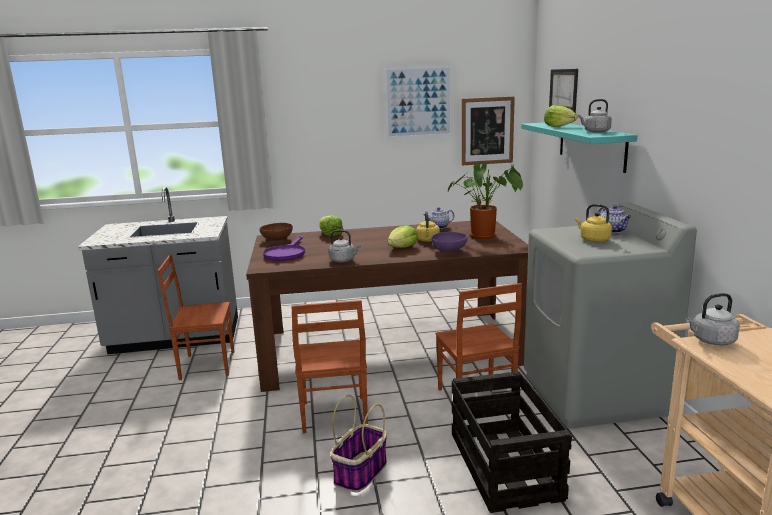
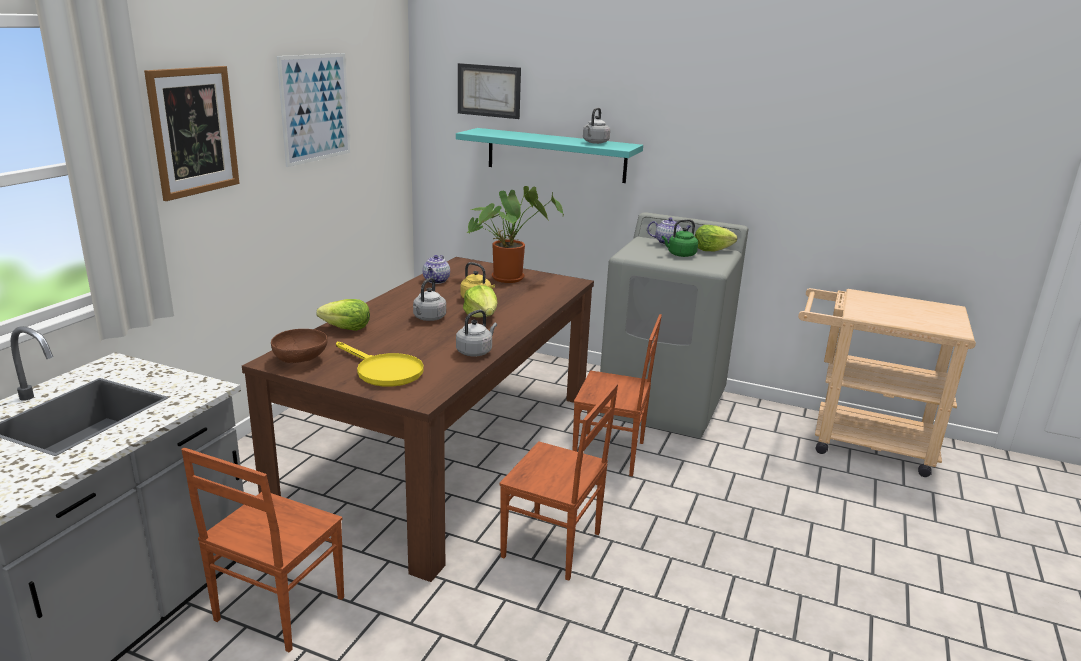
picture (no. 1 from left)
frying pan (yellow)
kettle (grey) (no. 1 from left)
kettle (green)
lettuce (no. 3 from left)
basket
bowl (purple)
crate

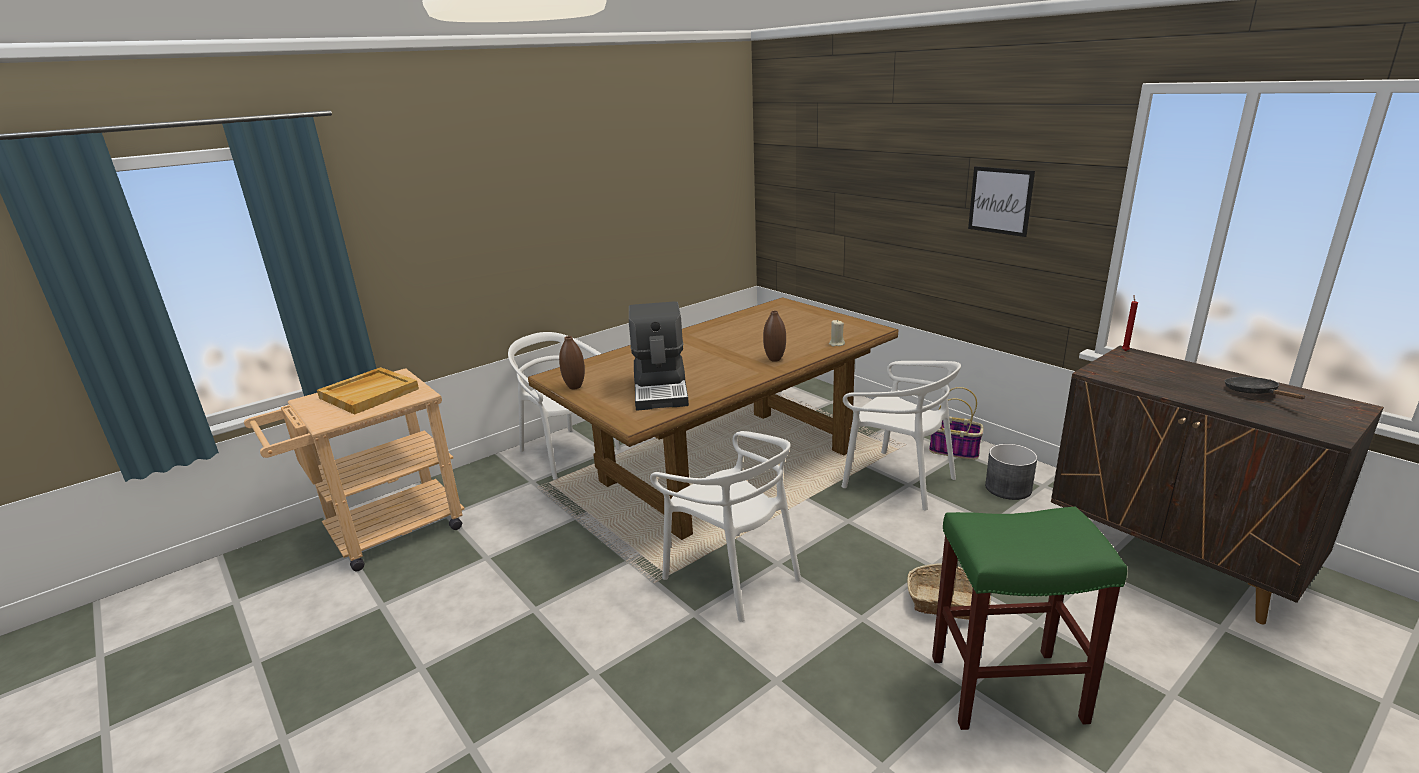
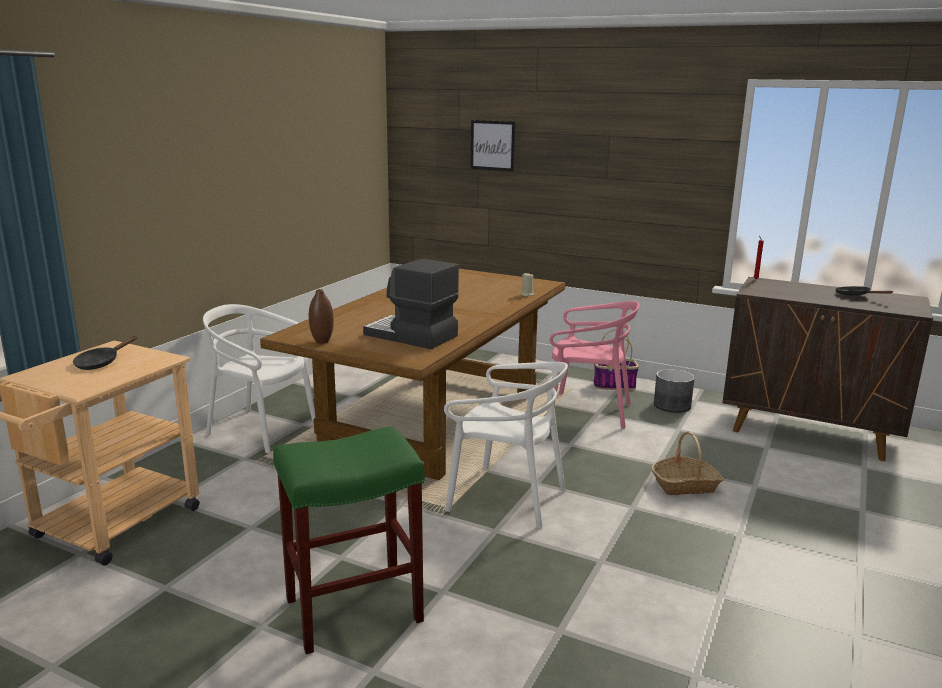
frying pan (black) (no. 1 from left)
stool (green)
coffee machine
picture
chair (pink)
vase (brown) (no. 2 from left in the first image)

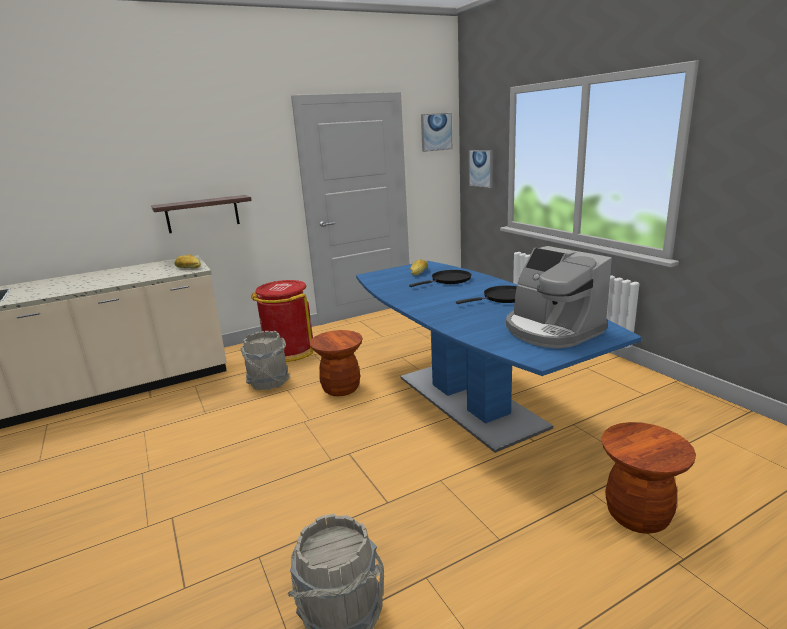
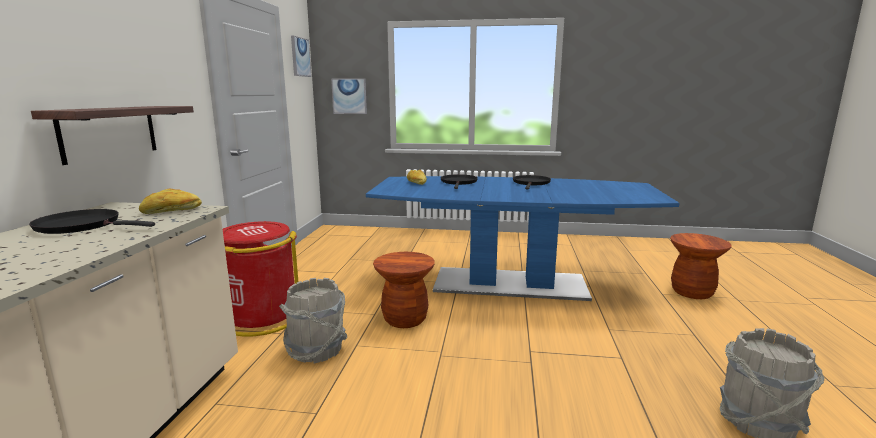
frying pan (black) (no. 1 from left)
coffee machine

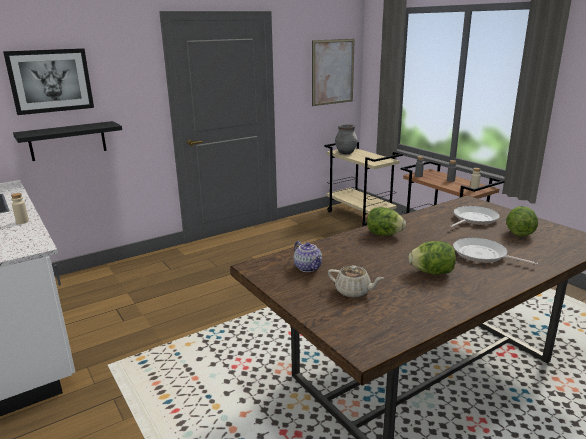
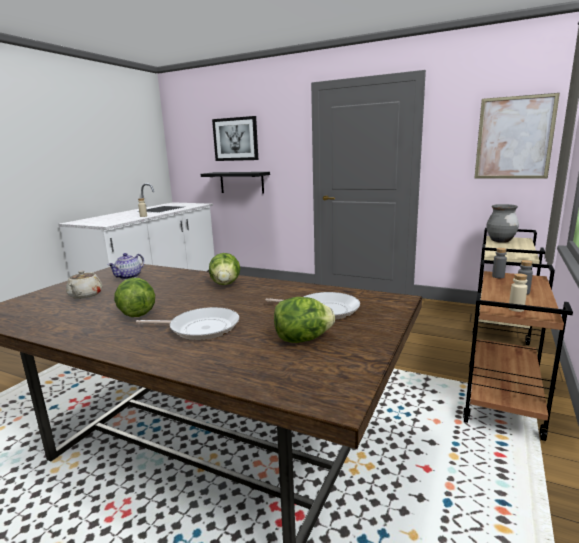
frying pan (no. 1 from left)

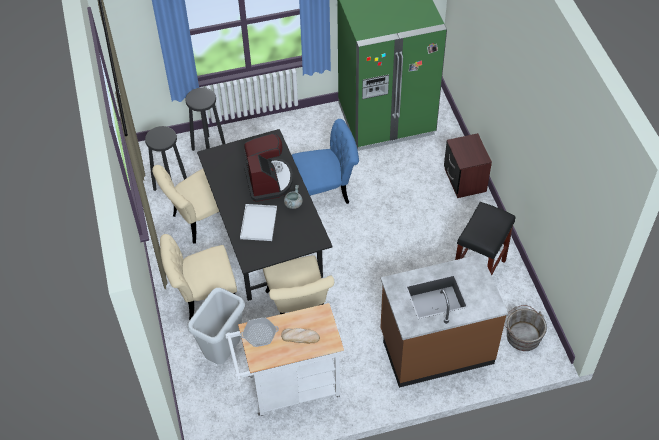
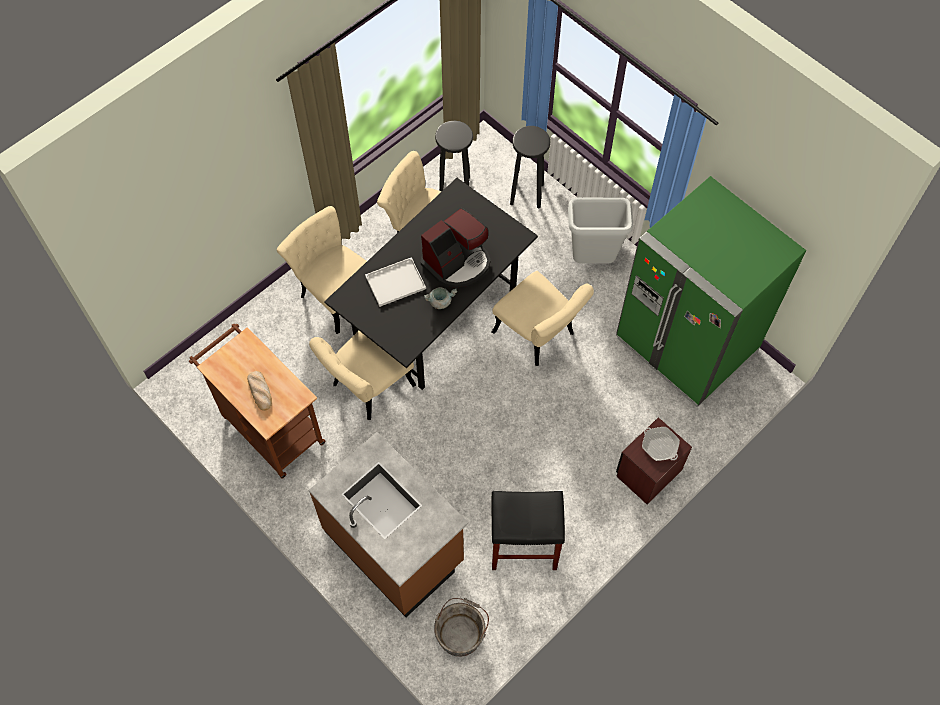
cart (brown)
chair (beige) (no. 4 from left)
trash can (grey)
frying pan

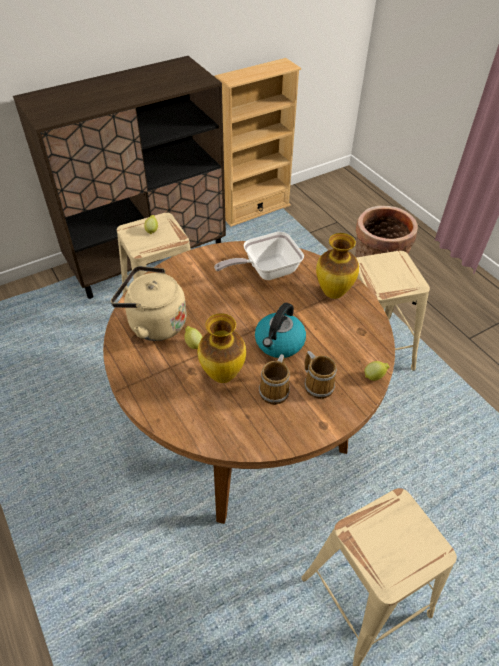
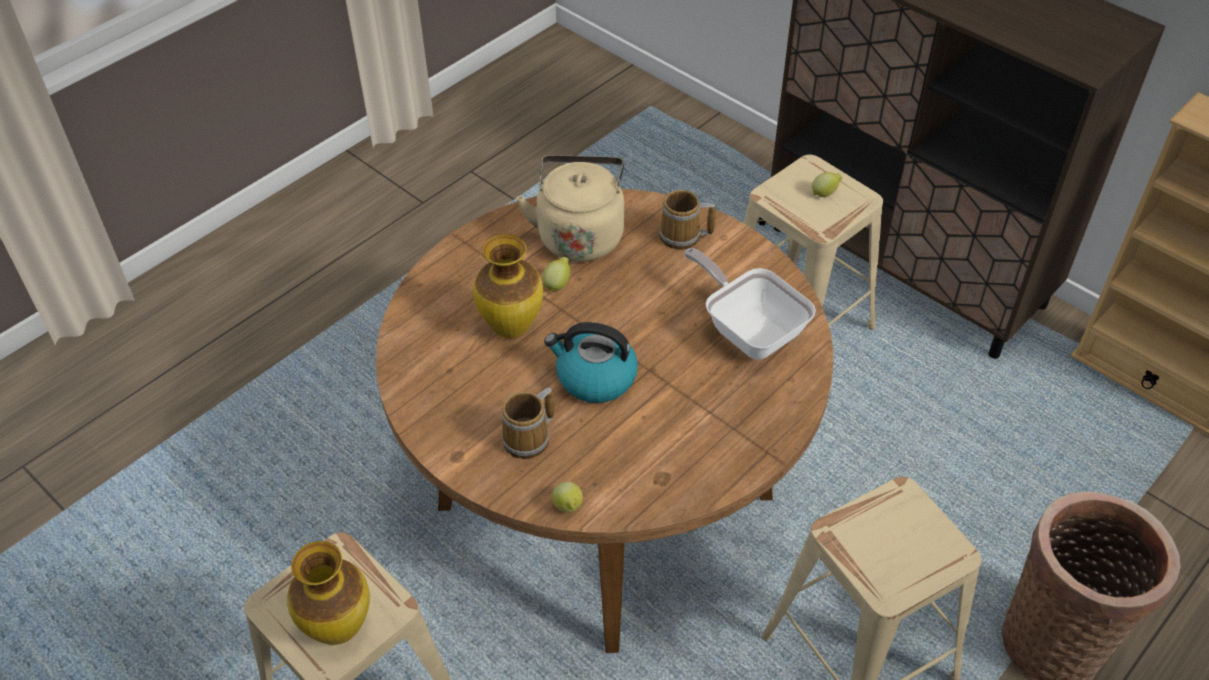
vase (no. 1 from left)
mug (no. 2 from left)

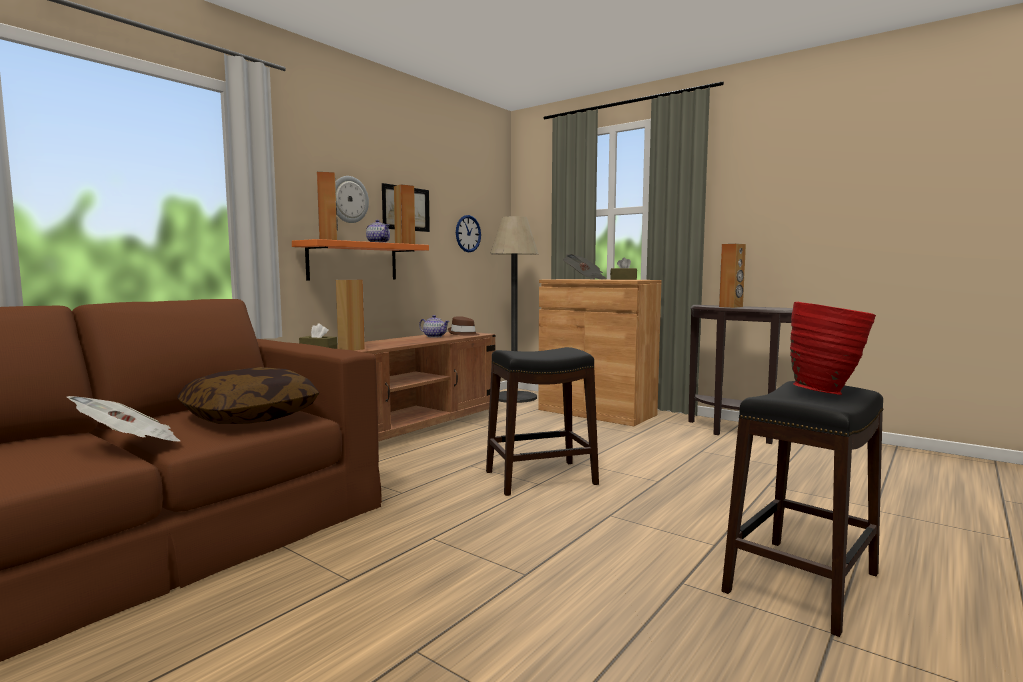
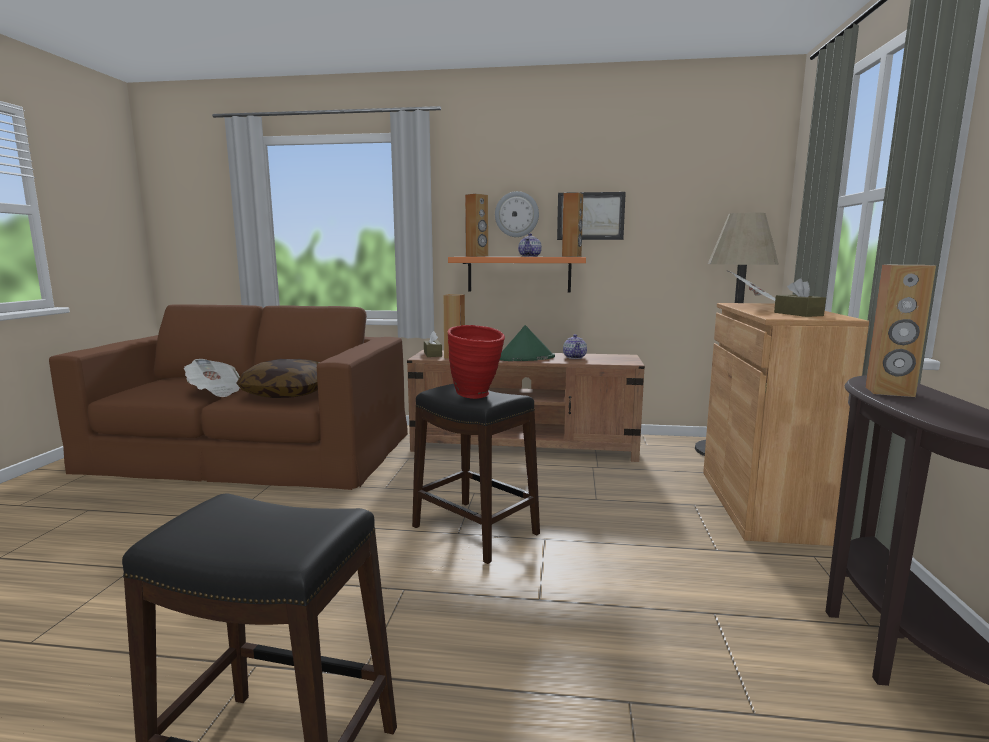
vase (red)
hat (green)
hat (brown)
wall clock (no. 2 from left in the first image)

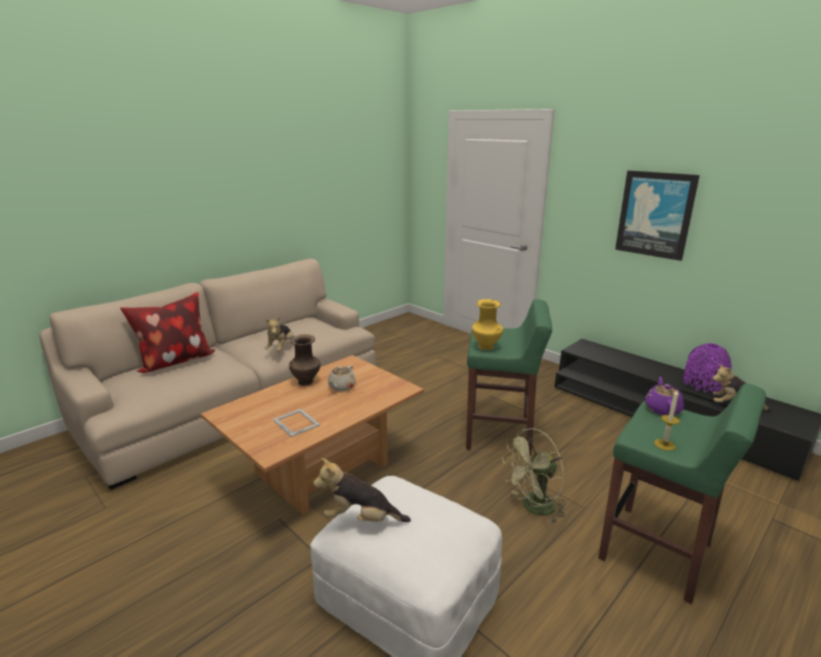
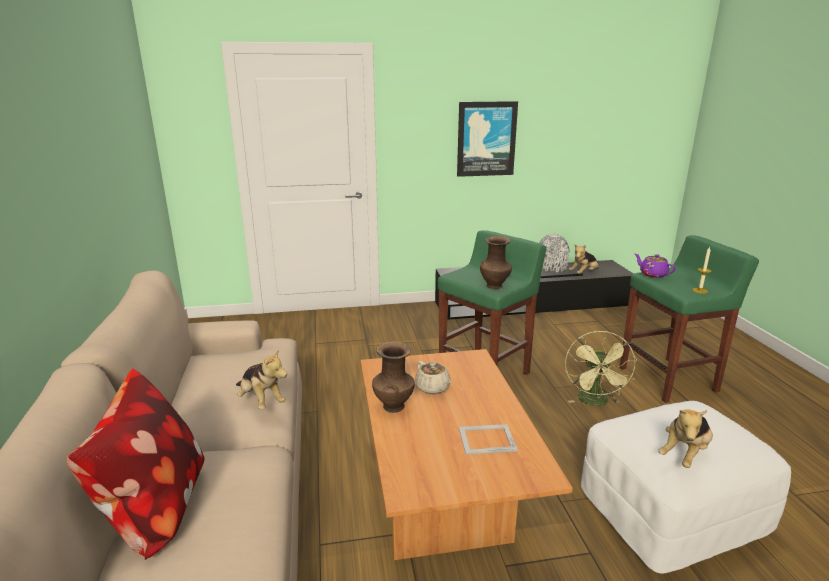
vase (brown) (no. 2 from left)
vase (grey)

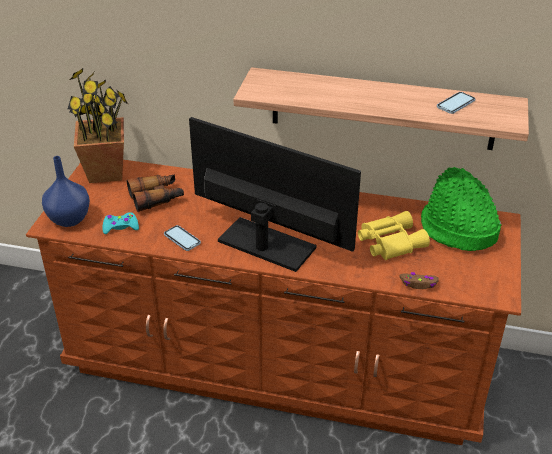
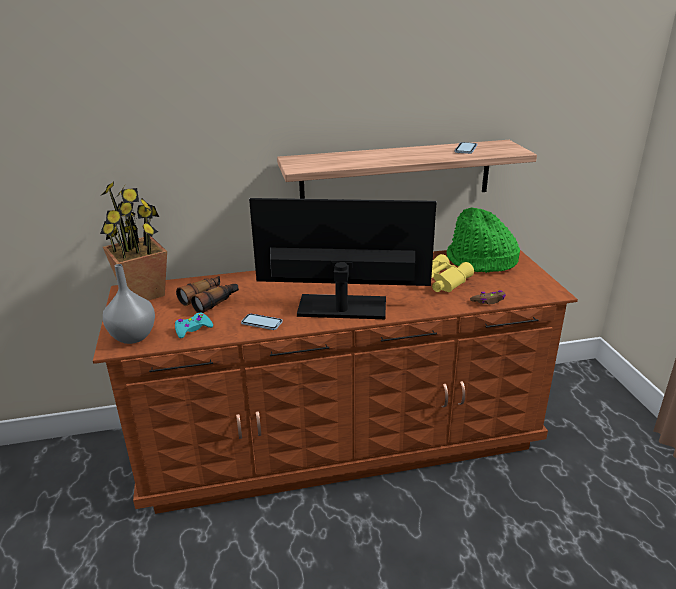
vase (grey)

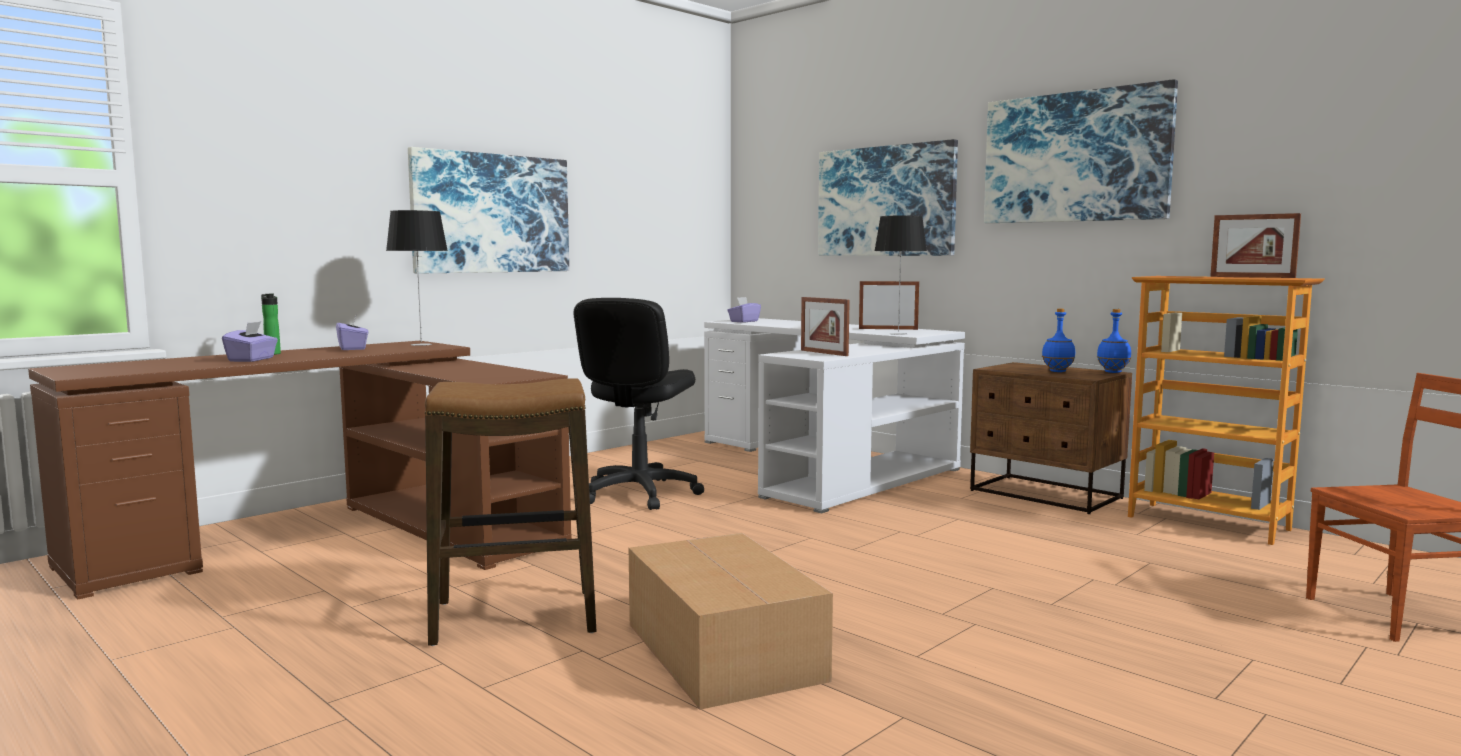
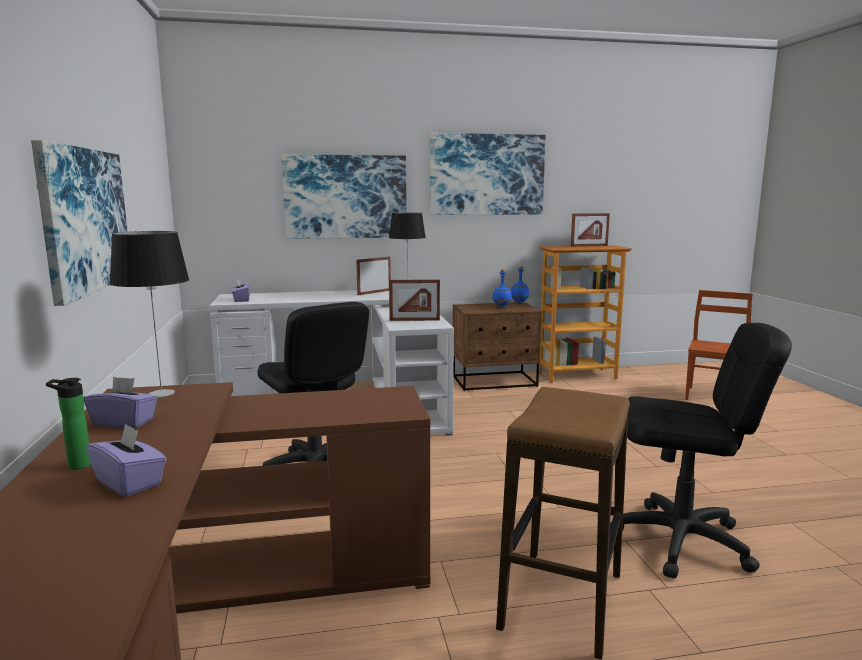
office chair (black) (no. 2 from left)

